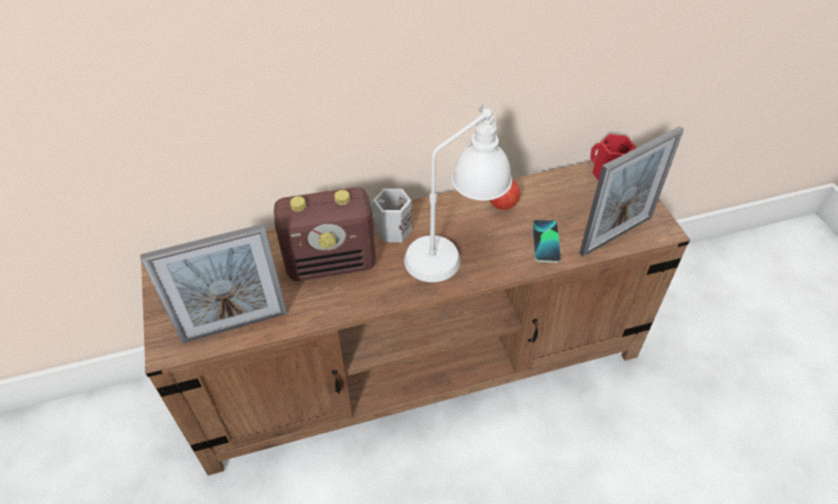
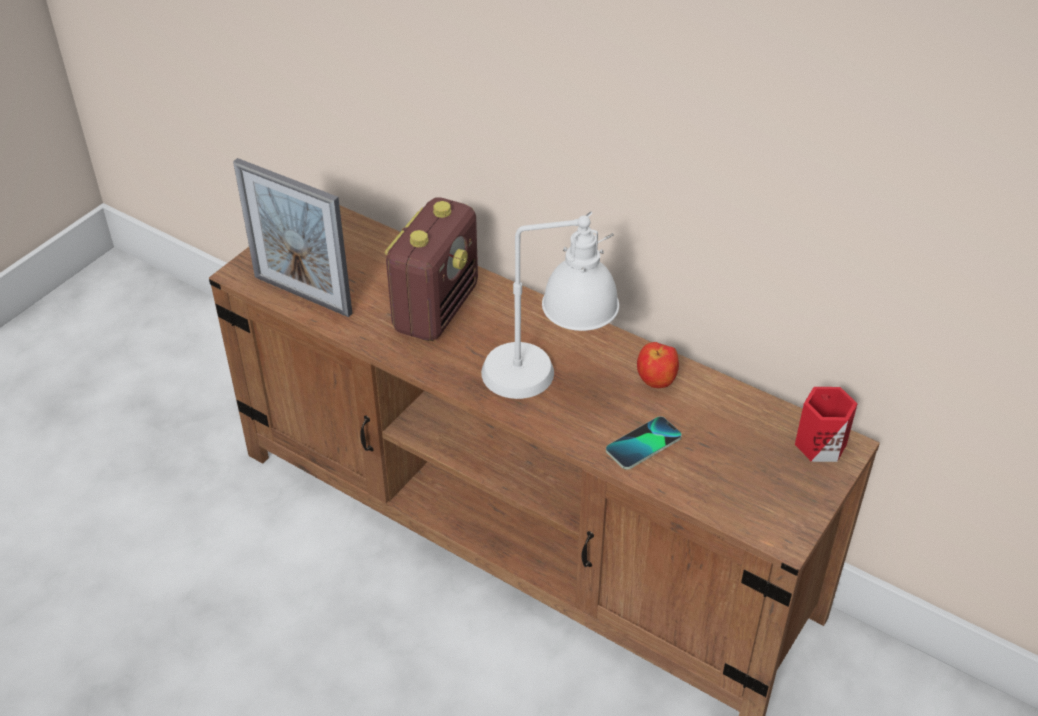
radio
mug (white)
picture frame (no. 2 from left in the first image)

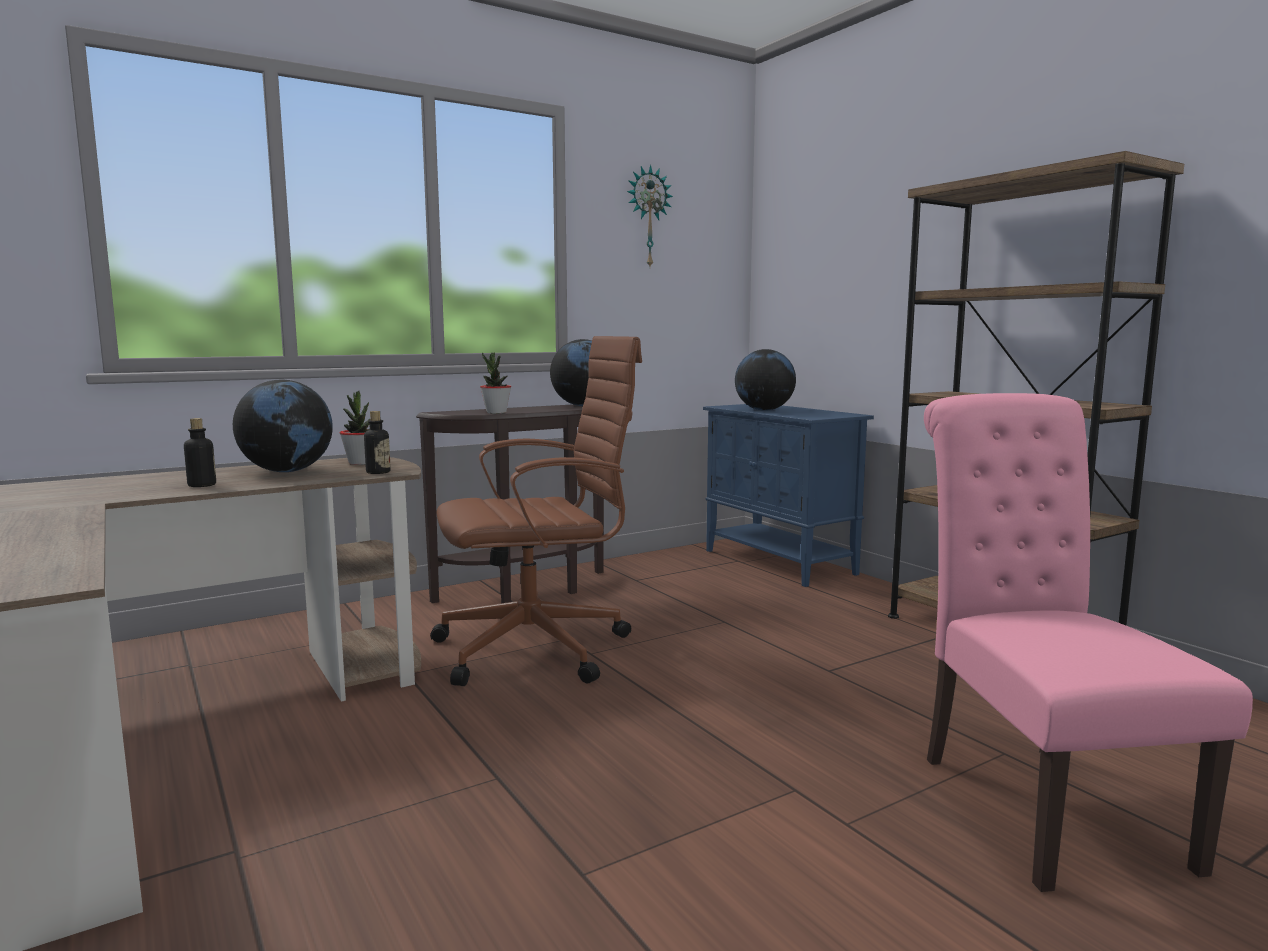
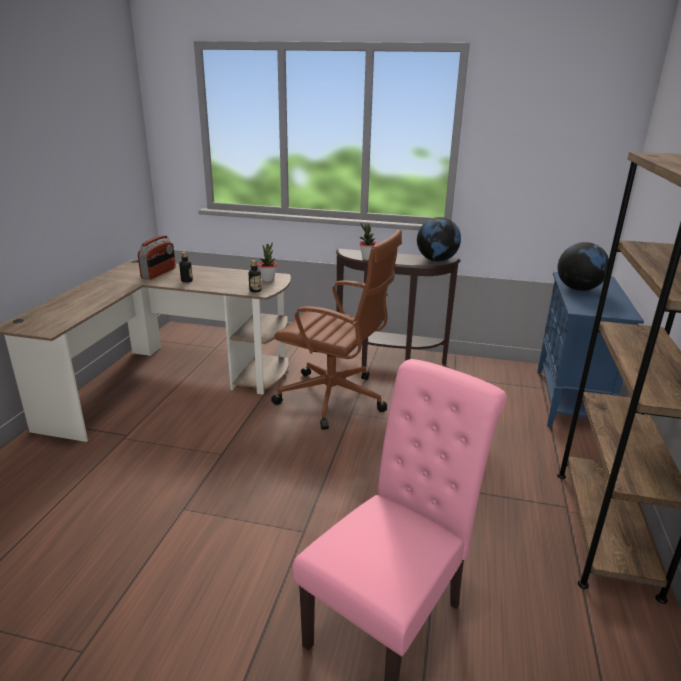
radio
globe (no. 1 from left in the first image)
wall clock

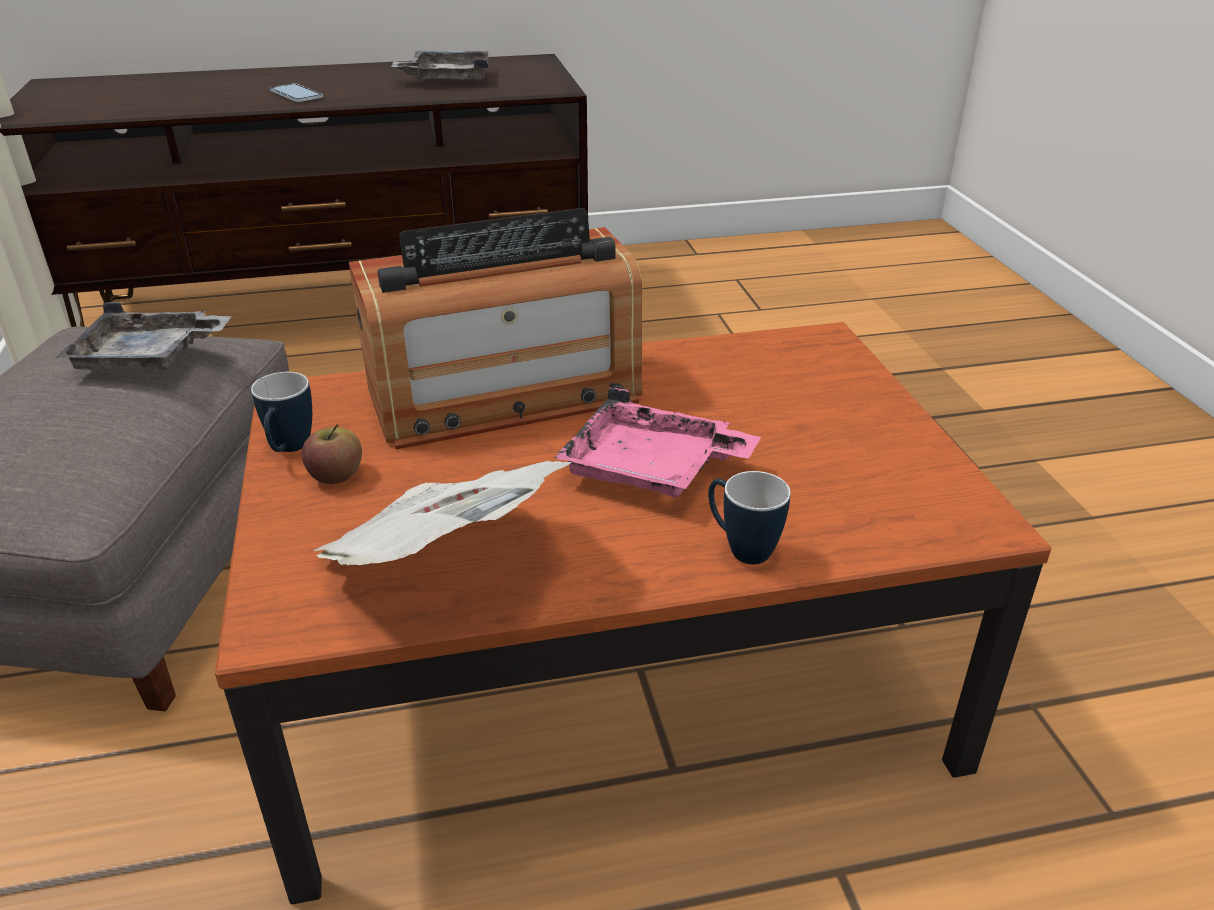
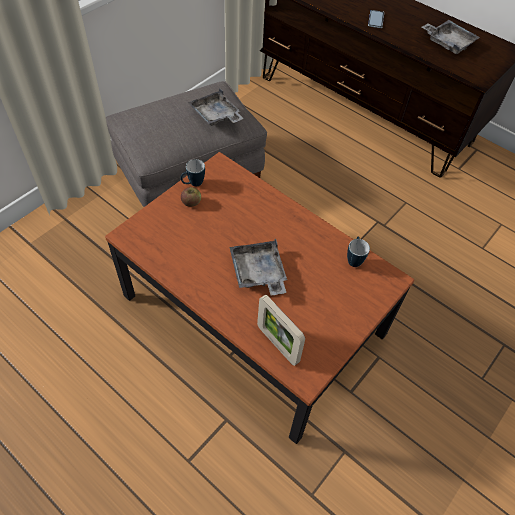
tray (grey) (no. 2 from left)
picture frame
mug (no. 2 from left)
newspaper
radio

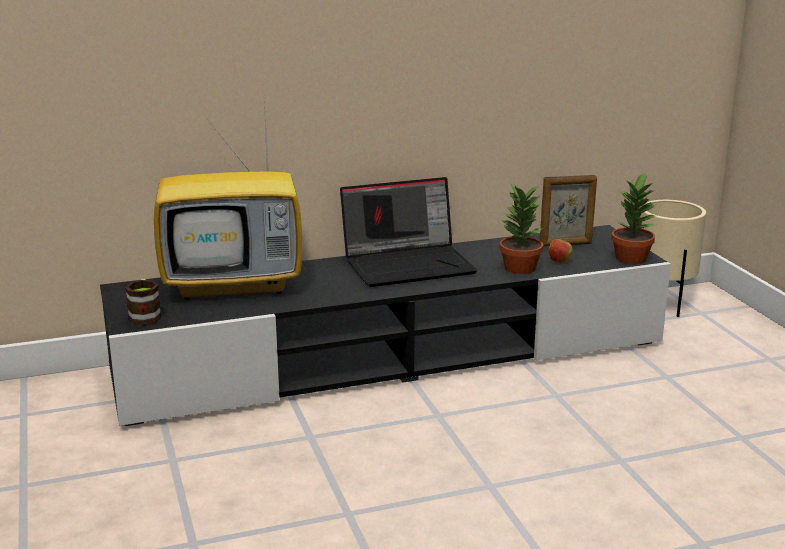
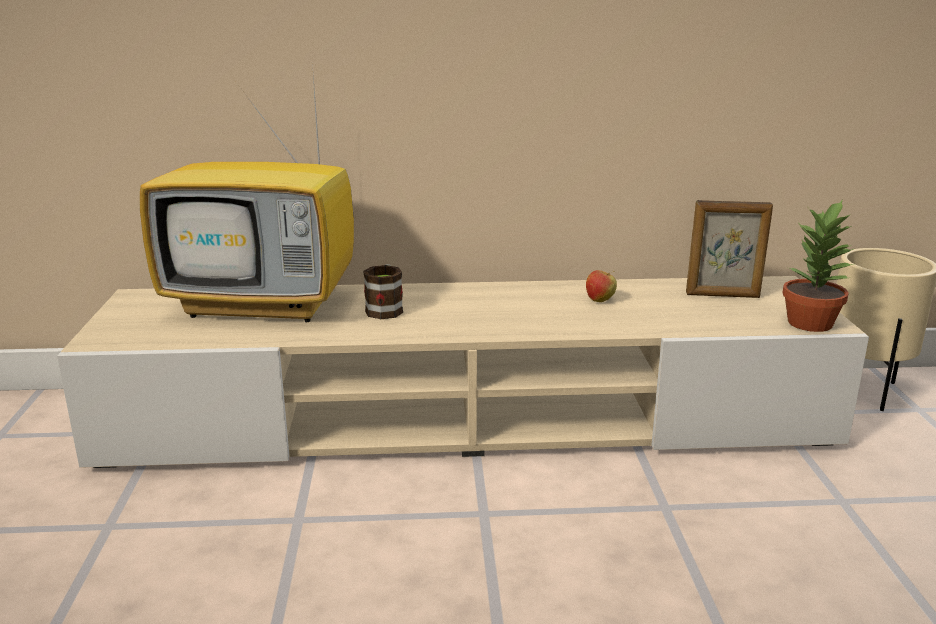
tv stand (beige)
mug
apple
laptop
potted plant (no. 1 from left in the first image)

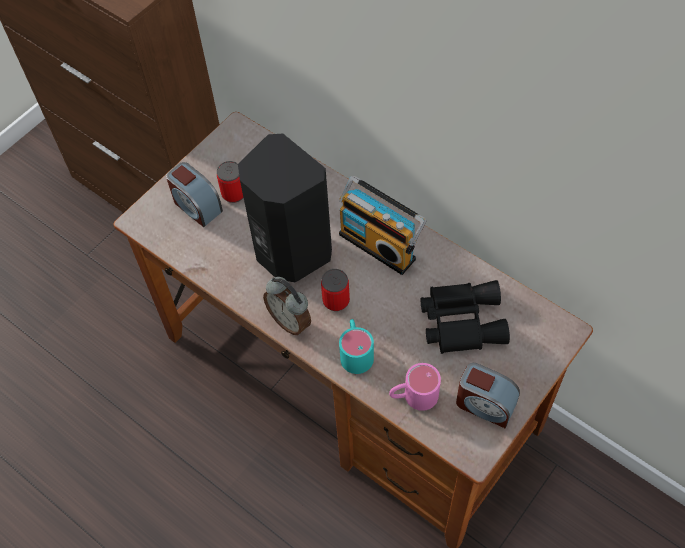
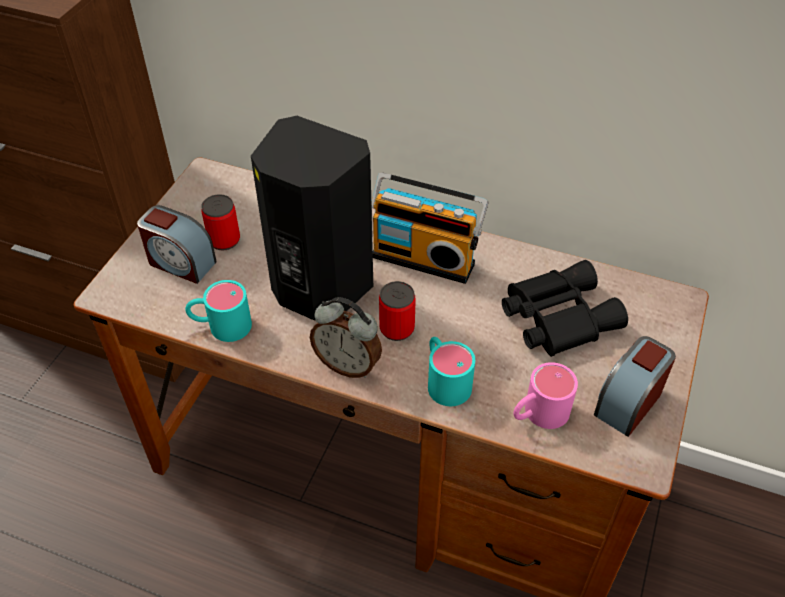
mug (turquoise) (no. 1 from left)
alarm clock (no. 3 from left)

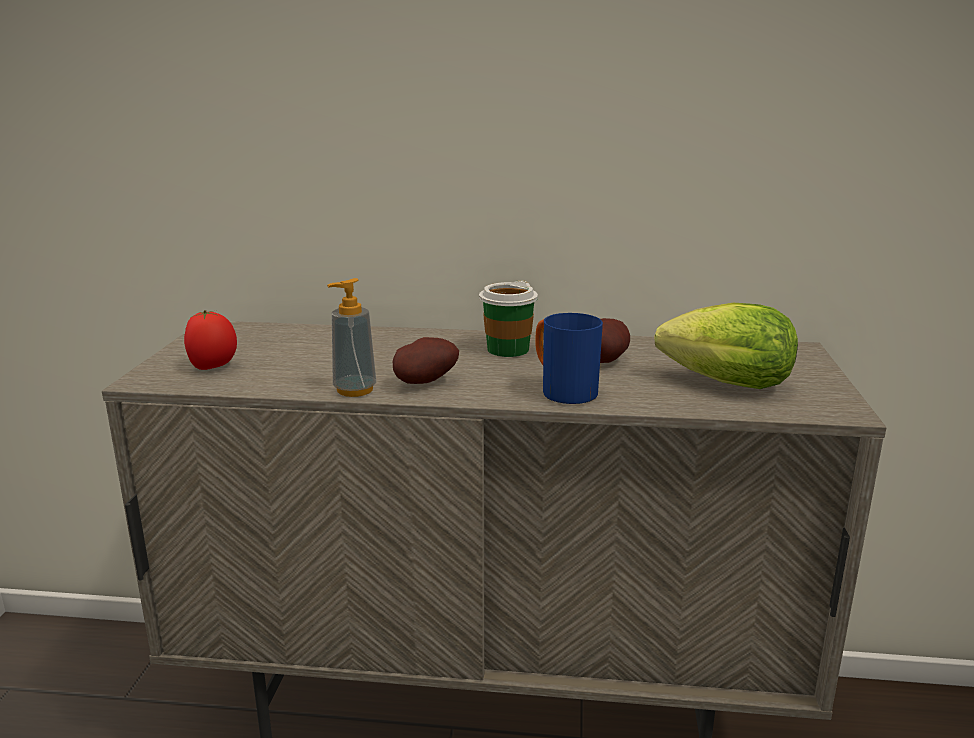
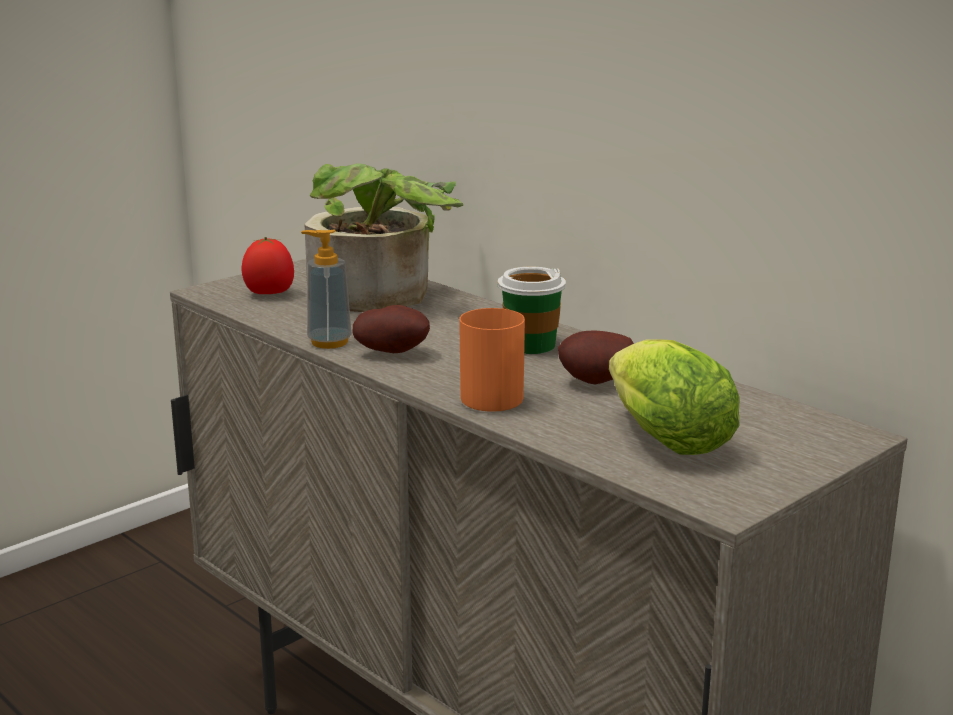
potted plant
mug (orange)

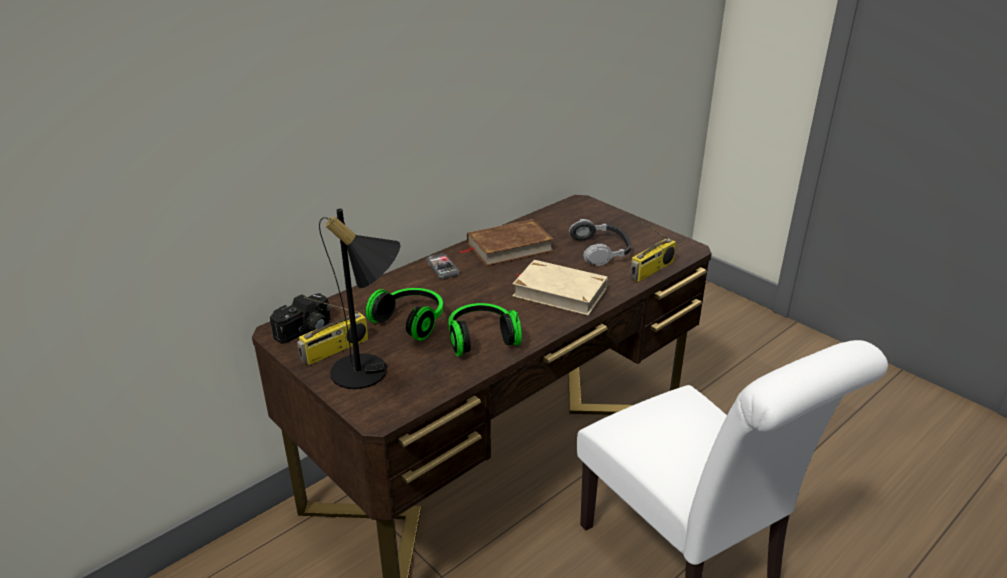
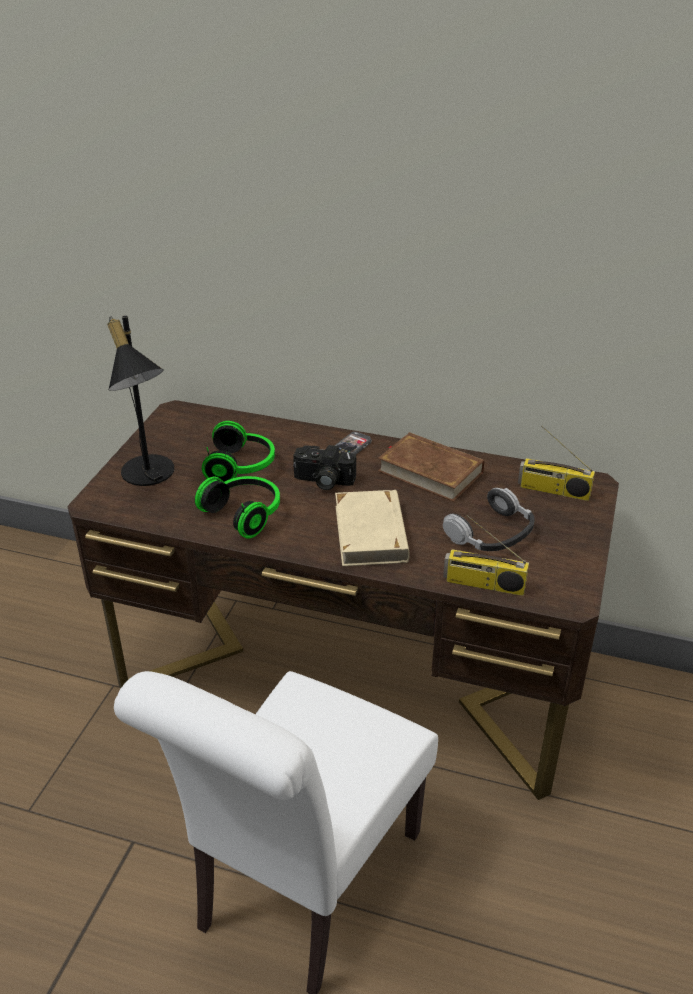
photo camera
radio (no. 2 from left)

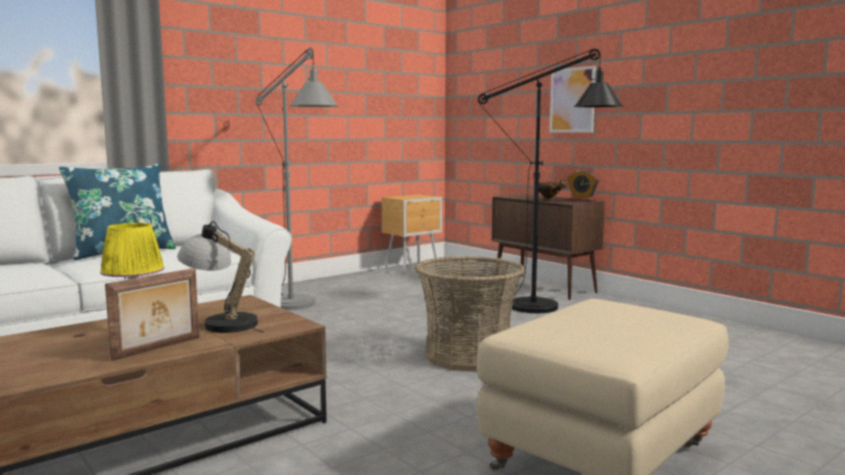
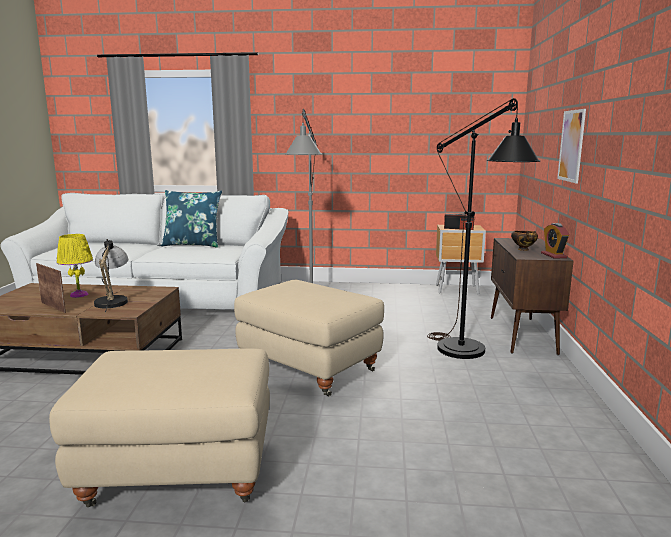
picture frame
ottoman (beige) (no. 2 from left)
radio

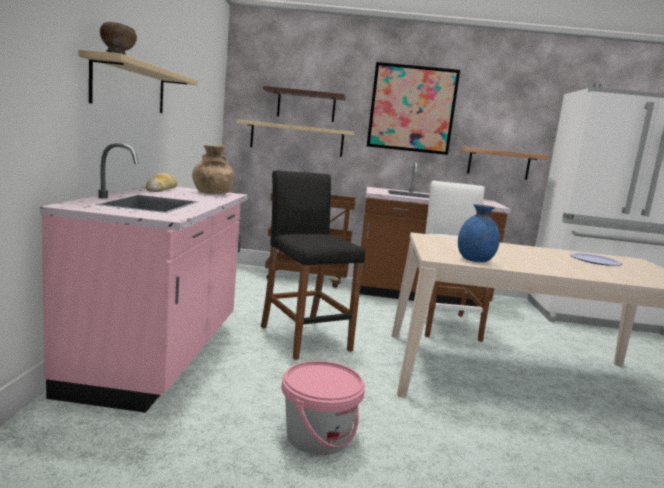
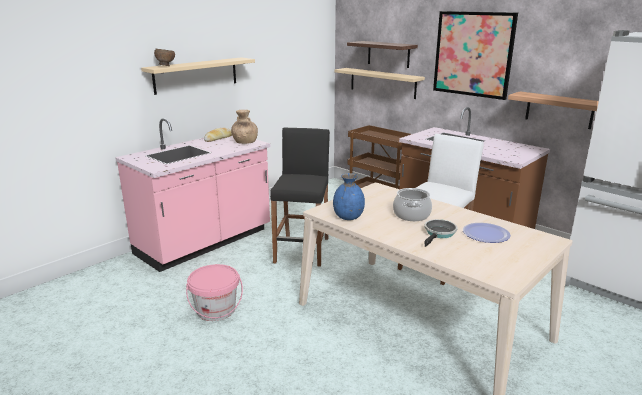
cooking pot
frying pan

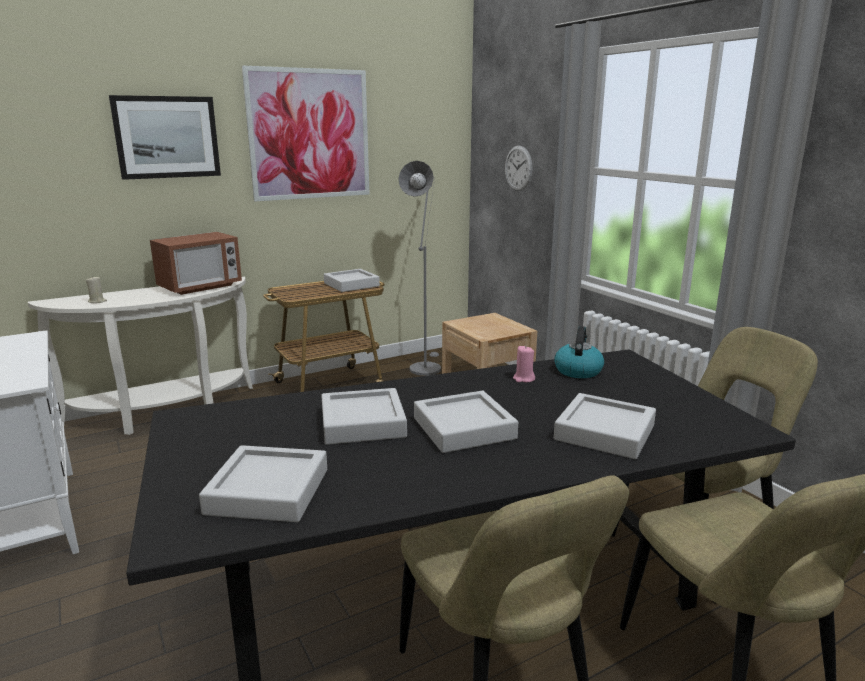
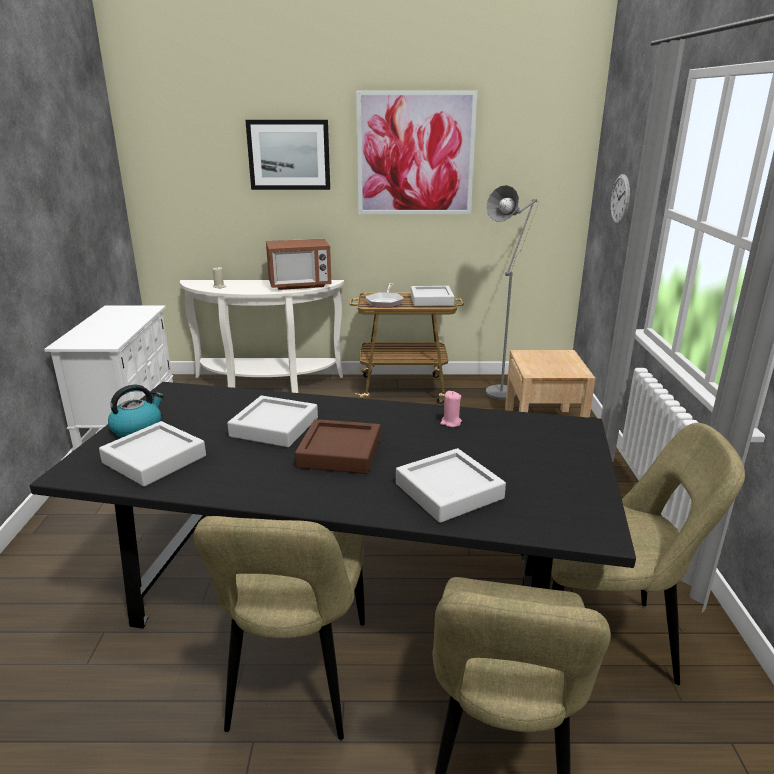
kettle
tray (brown)
frying pan

